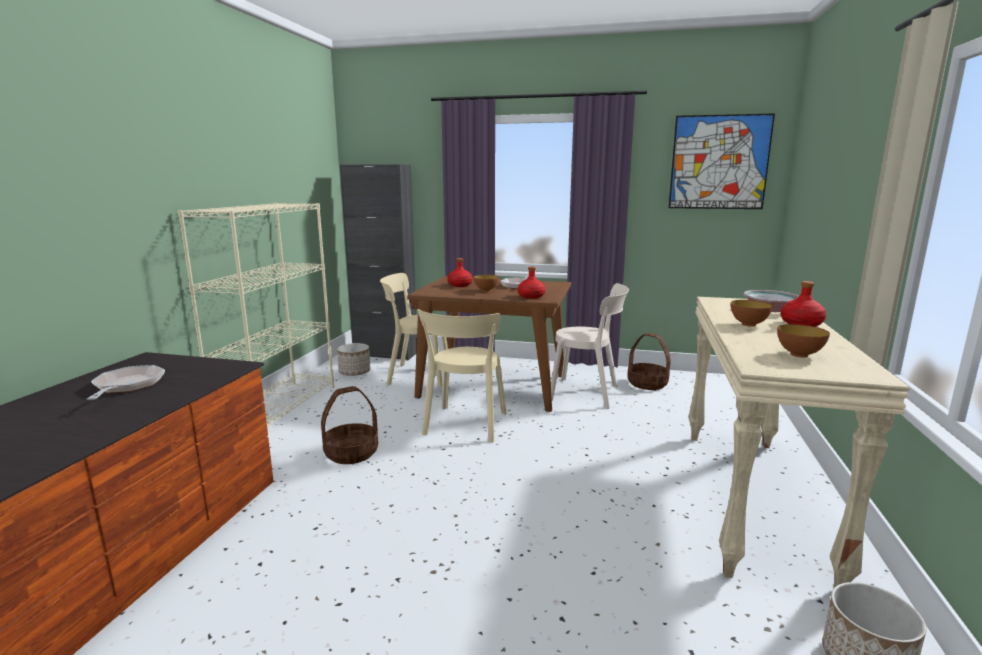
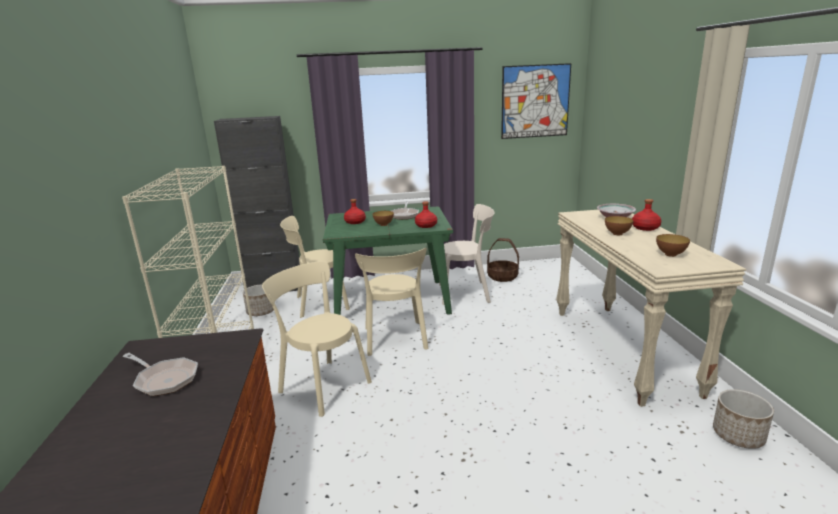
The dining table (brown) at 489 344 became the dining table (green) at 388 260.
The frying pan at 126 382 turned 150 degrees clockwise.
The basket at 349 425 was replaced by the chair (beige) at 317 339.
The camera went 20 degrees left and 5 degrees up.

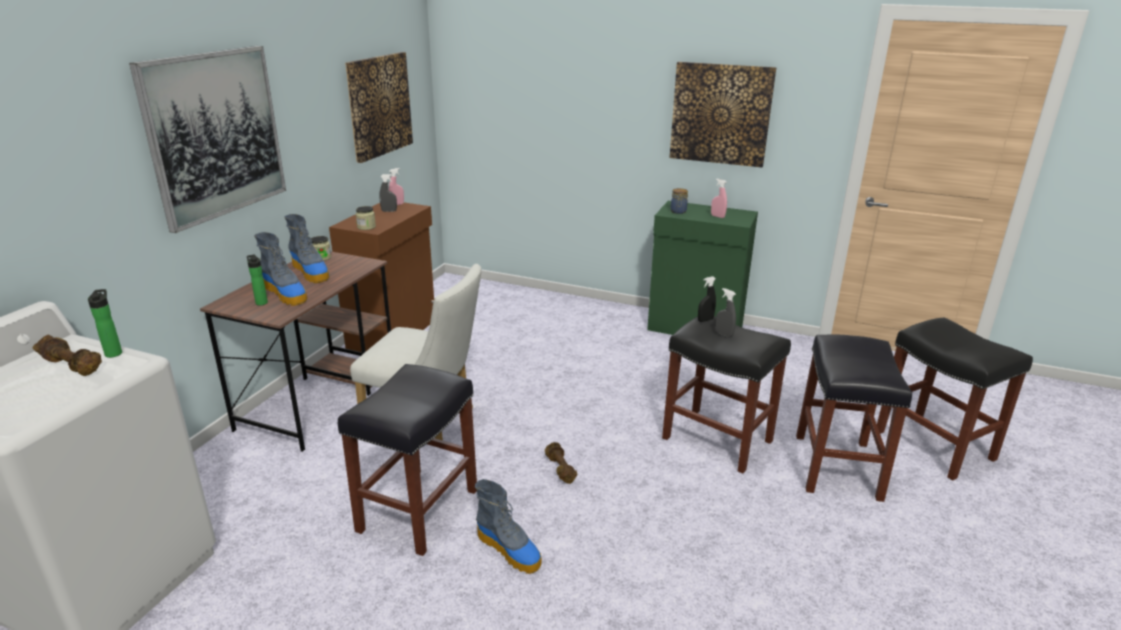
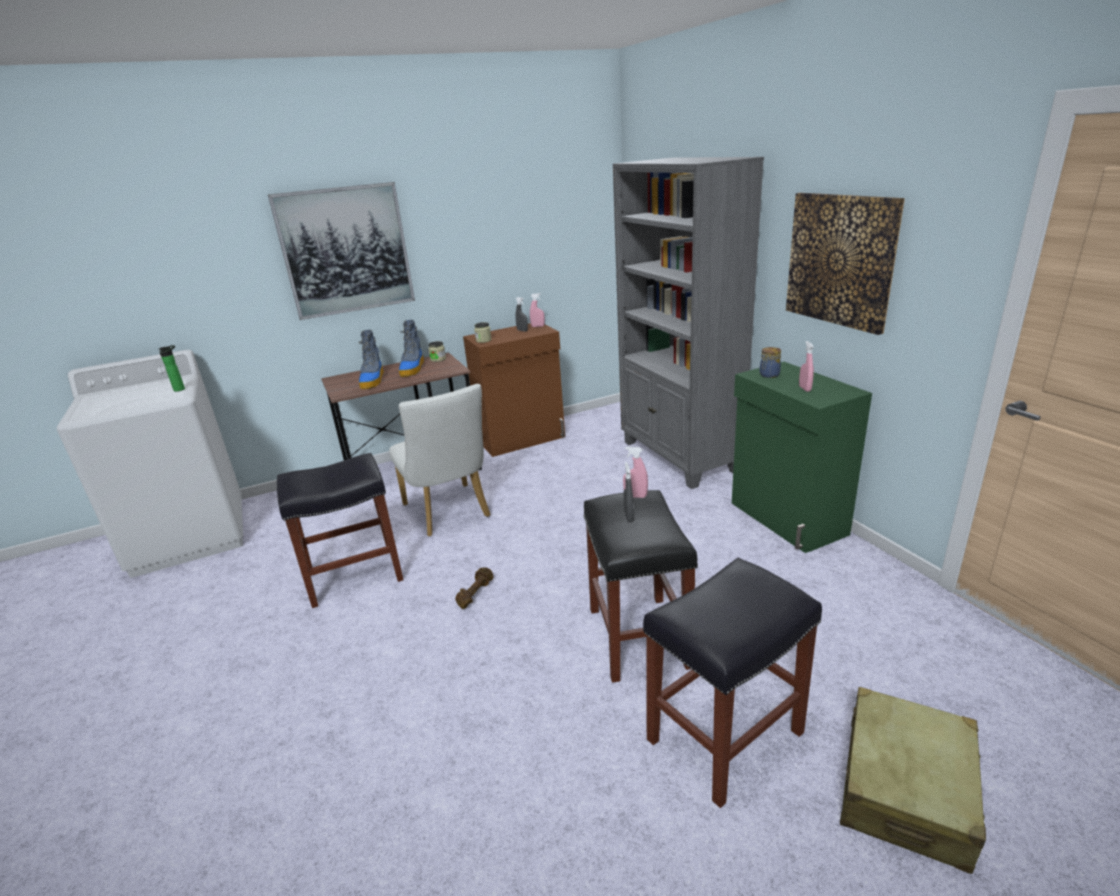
The picture at 379 107 disappeared.
The bottle at 257 280 disappeared.
The spray bottle (black) at 707 299 became the spray bottle (pink) at 635 472.
The stool (black) at 955 399 was replaced by the suitcase (beige) at 913 780.
The dumbbell (brown) at 67 355 disappeared.
The boot at 508 526 disappeared.
The bookcase (grey) at 688 323 appeared.
The camera went 45 degrees right and 0 degrees up.

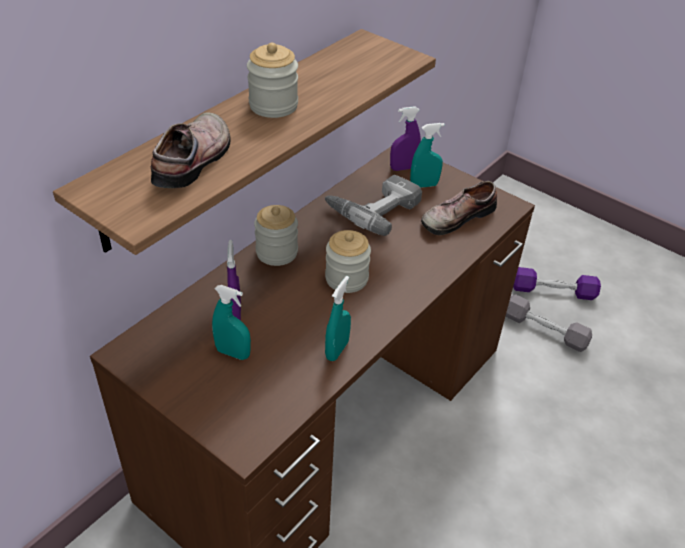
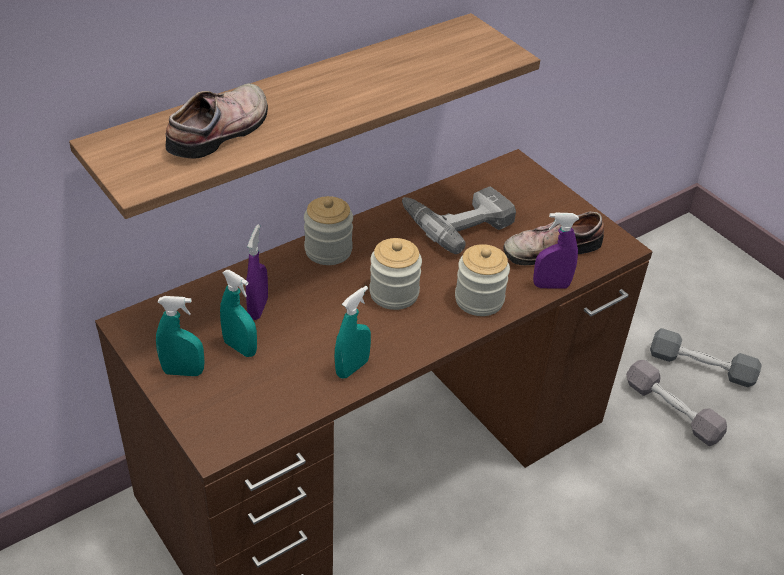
The jar moved from 272 80 to 482 280.
The spray bottle (purple) moved from 405 138 to 556 250.
The spray bottle (turquoise) moved from 427 155 to 180 336.
The dumbbell (purple) at 557 283 became the dumbbell (grey) at 706 357.
The camera went 15 degrees right and 0 degrees up.

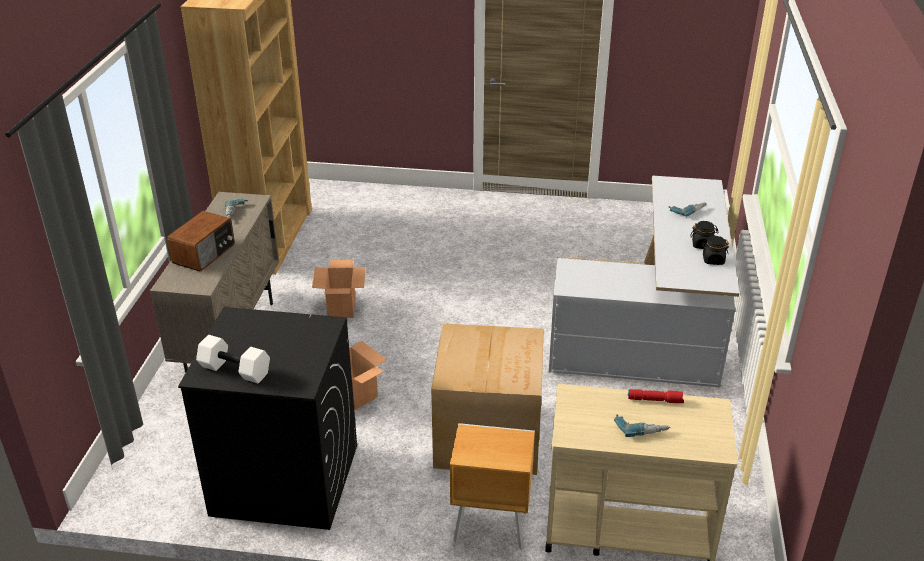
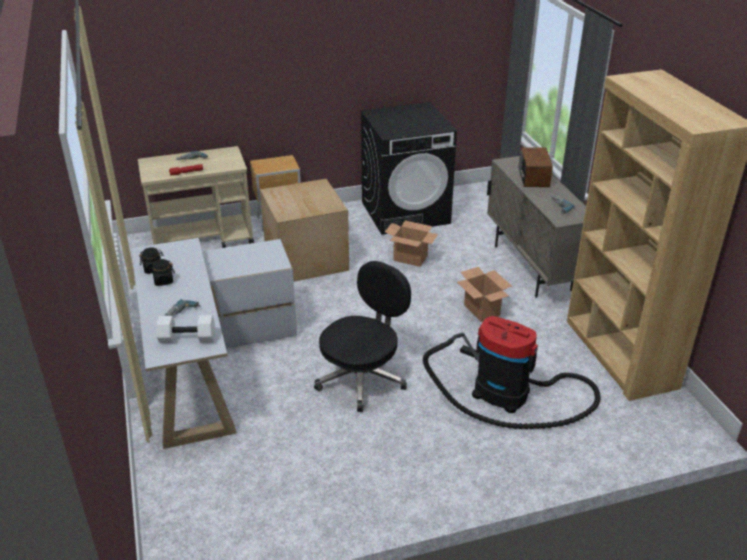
The dumbbell (white) moved from 233 359 to 185 329.
The office chair (black) at 362 336 appeared.
The vacuum cleaner at 512 372 appeared.
The camera went 155 degrees right and 0 degrees up.

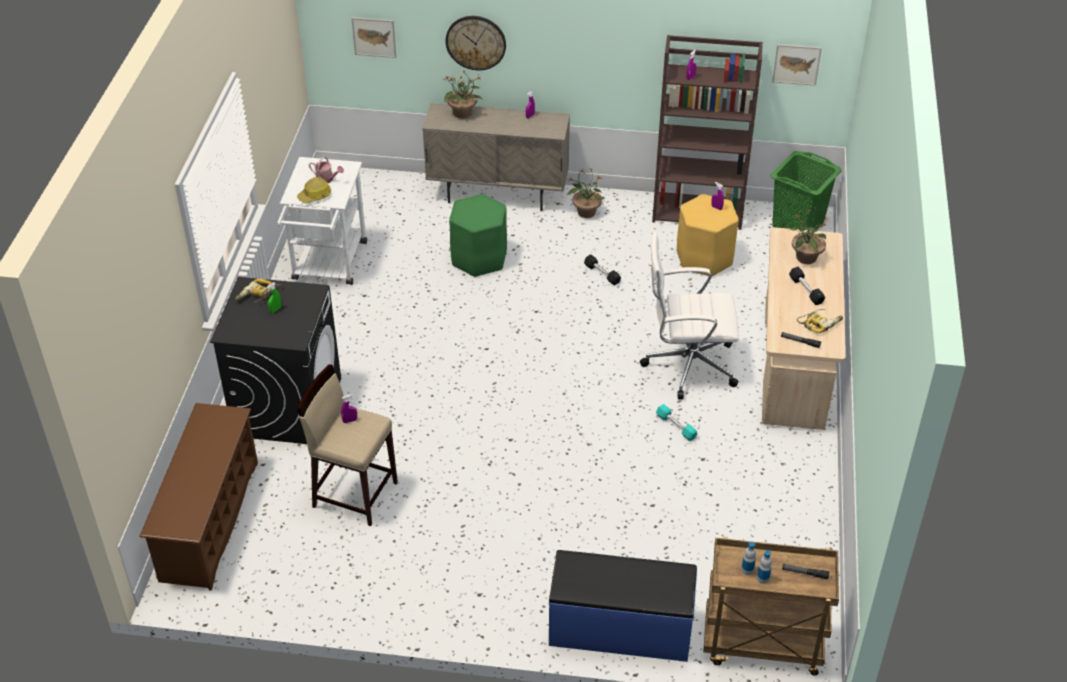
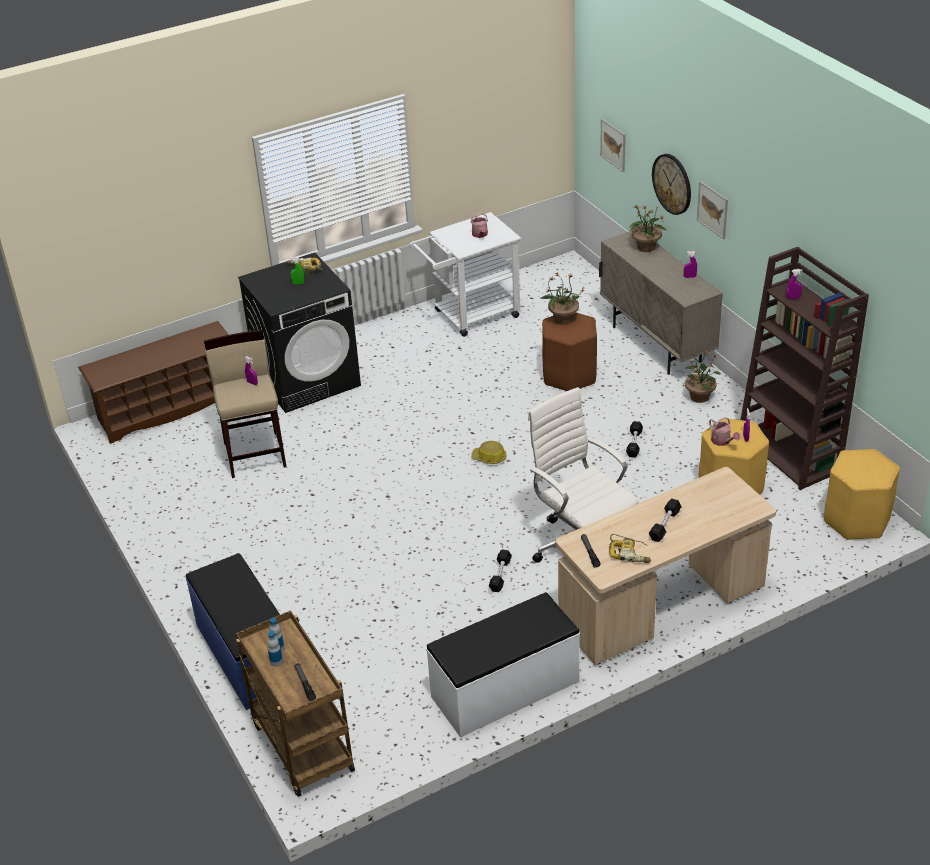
The picture moved from 797 65 to 712 210.
The laundry basket (green) at 806 190 was replaced by the stool (yellow) at 862 494.
The hard hat moved from 314 190 to 489 452.
The stool (green) at 478 235 became the stool (brown) at 569 351.
The potted plant moved from 808 236 to 562 299.
The dumbbell (turquoise) at 676 422 became the dumbbell (black) at 500 570.
The watering can at 724 431 appeared.
The bench (white) at 503 664 appeared.
The camera went 55 degrees right and 5 degrees down.

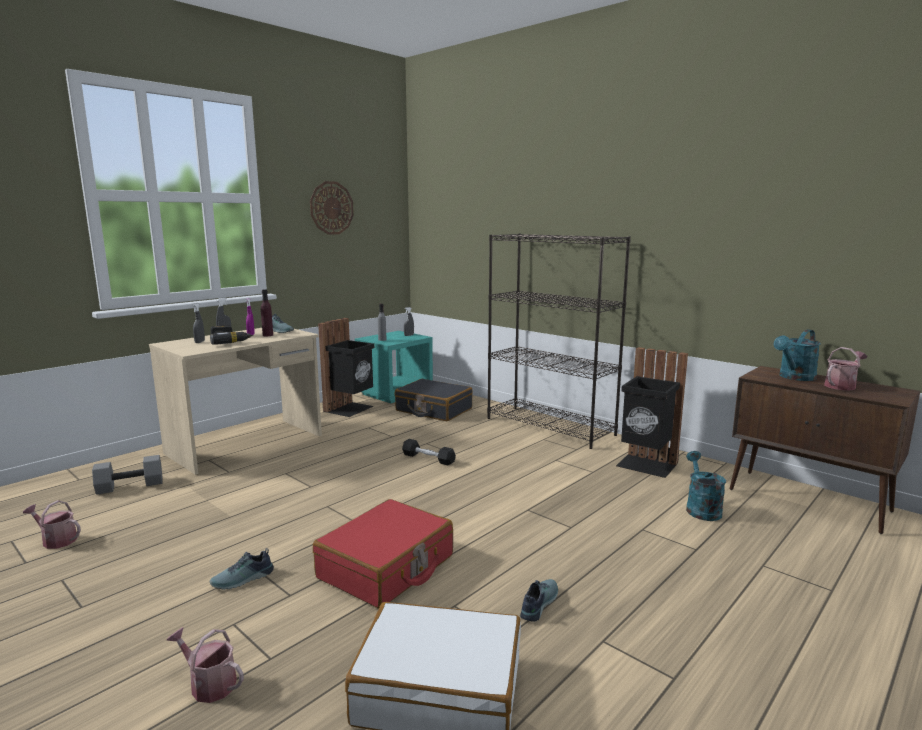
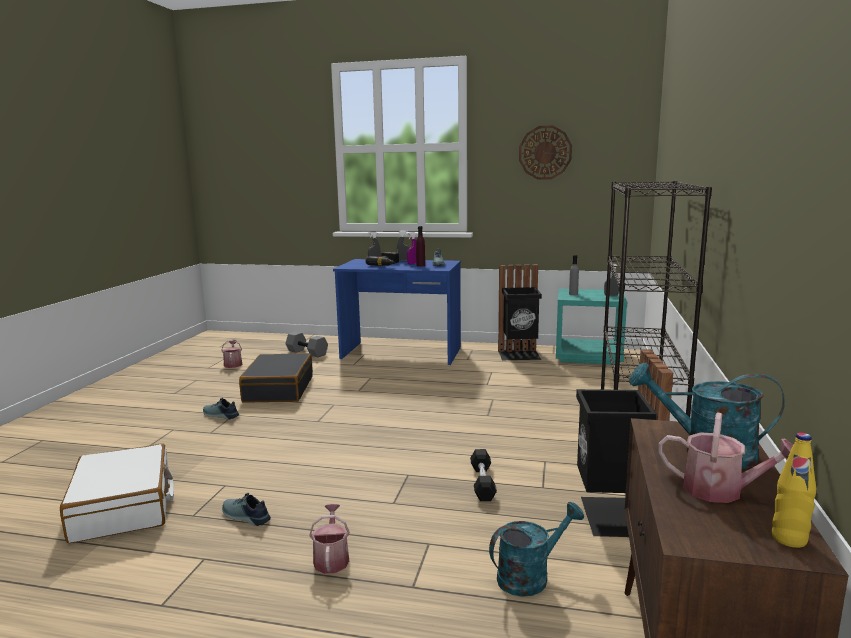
The desk (beige) at 235 401 became the desk (blue) at 397 312.
The suitcase (black) moved from 433 400 to 276 378.
The dumbbell (black) moved from 429 452 to 483 475.
The suitcase (red) at 383 554 disappeared.
The shoe at 539 600 turned 150 degrees counterclockwise.
The watering can moved from 205 665 to 329 539.
The bottle (yellow) at 794 490 appeared.
The camera went 60 degrees right and 0 degrees up.

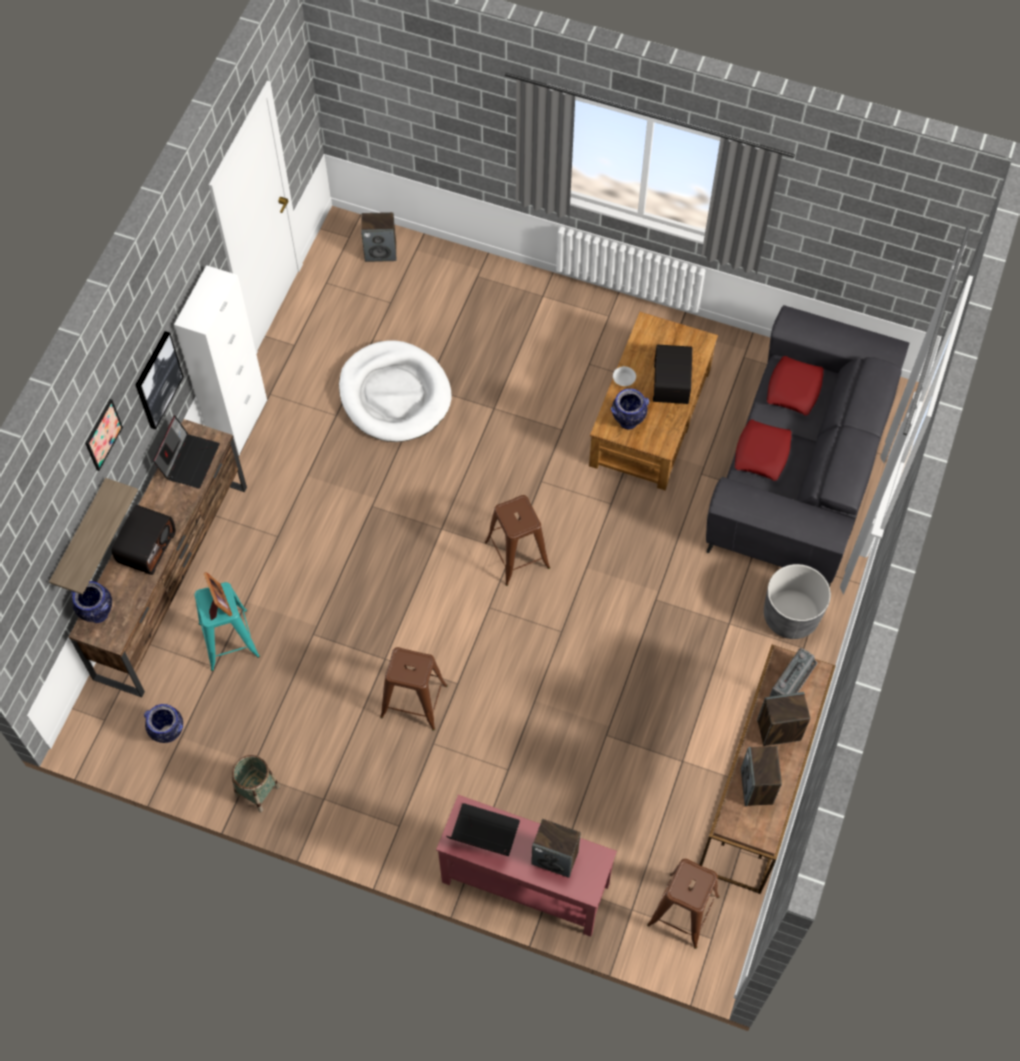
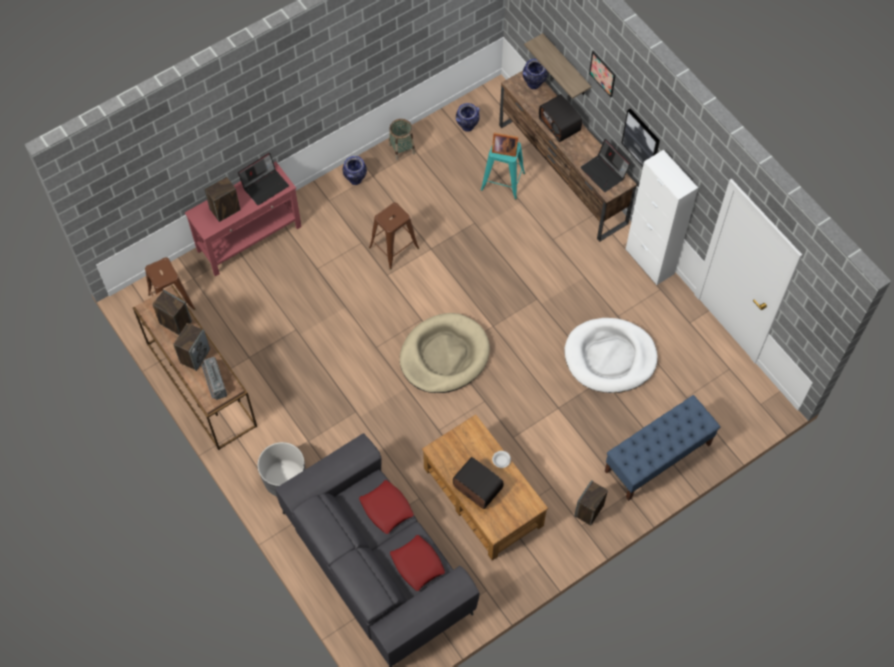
The speaker moved from 379 237 to 591 503.
The vase moved from 629 409 to 355 170.
The stool (brown) at 517 540 was replaced by the dog bed (beige) at 445 353.
The bench (blue) at 662 448 appeared.
The camera went 125 degrees right and 0 degrees up.

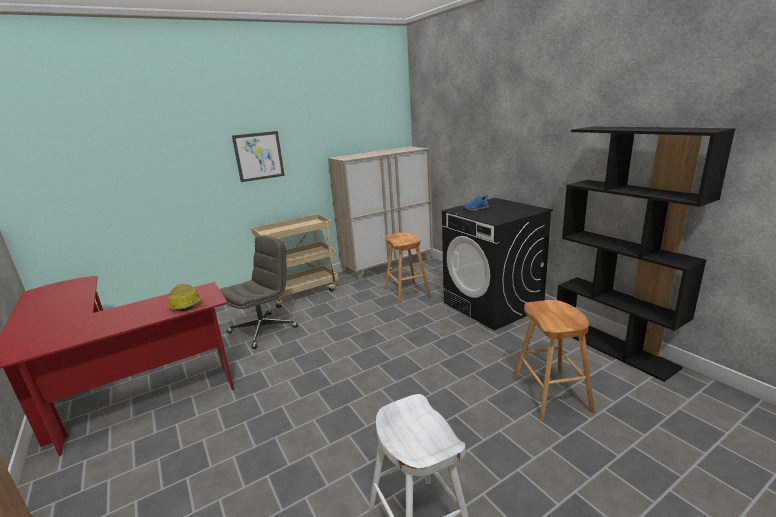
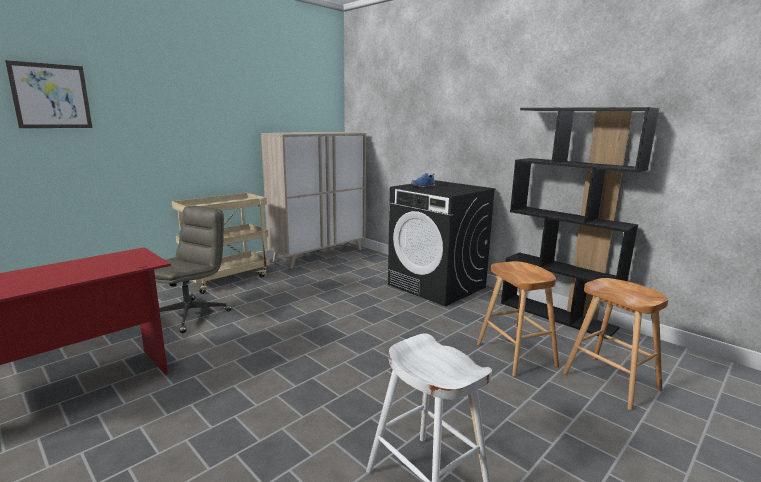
The picture moved from 258 156 to 48 94.
The stool (brown) moved from 408 268 to 616 344.
The hard hat at 184 297 disappeared.
The camera went 15 degrees left and 5 degrees down.

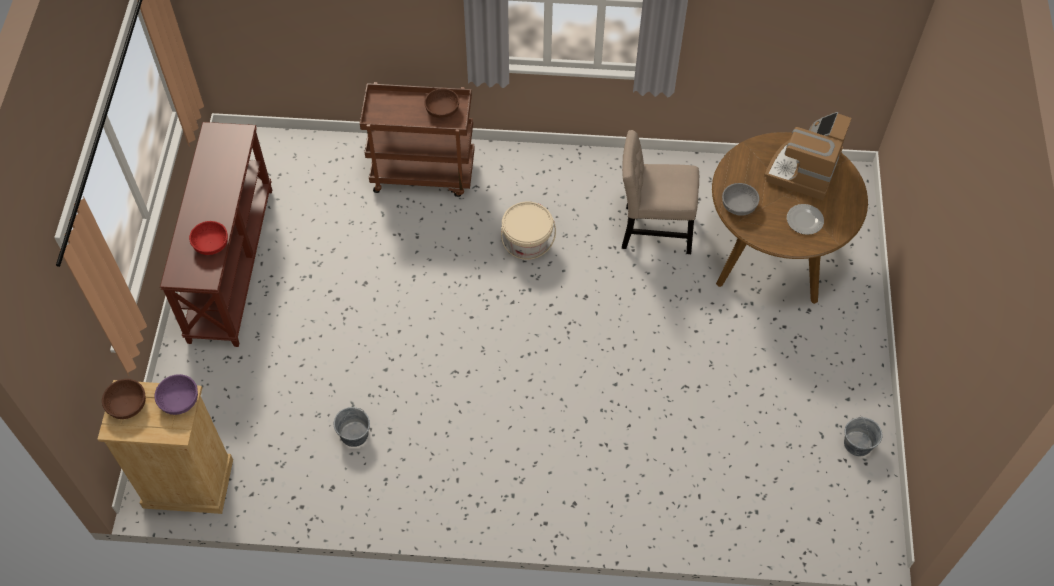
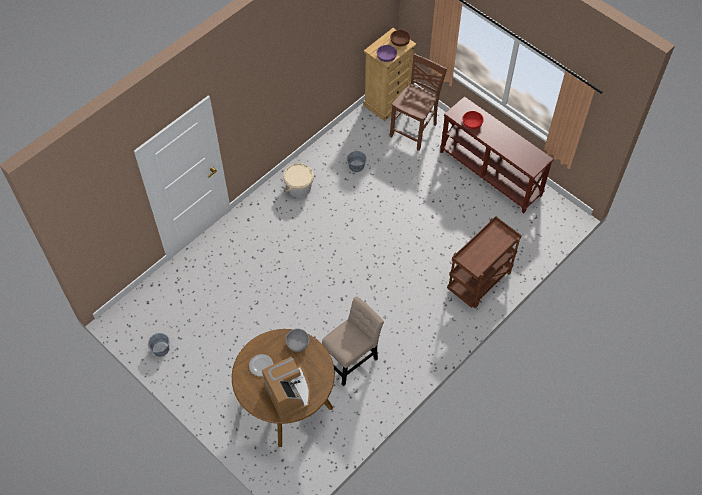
The bowl (brown) at 441 103 disappeared.
The bucket (beige) moved from 528 231 to 298 180.
The chair (brown) at 418 102 appeared.
The camera went 130 degrees right and 0 degrees up.

